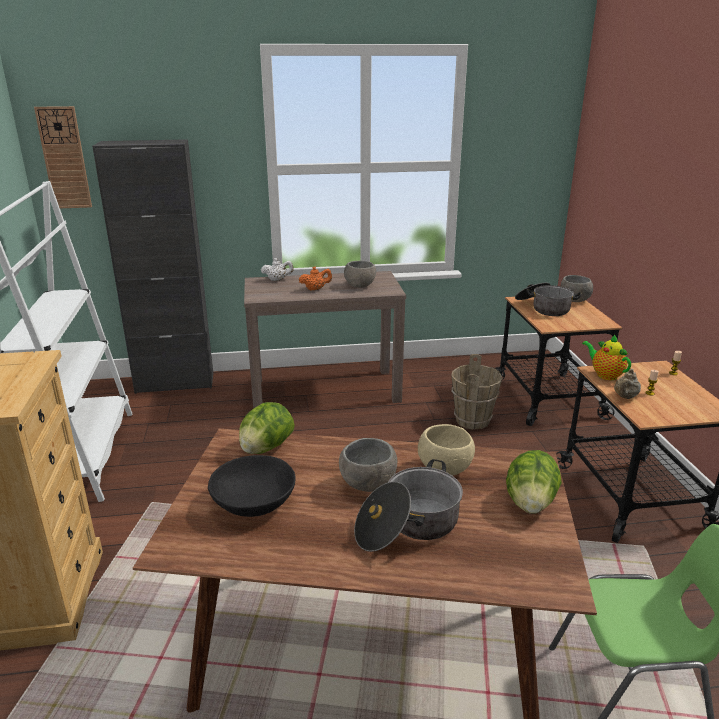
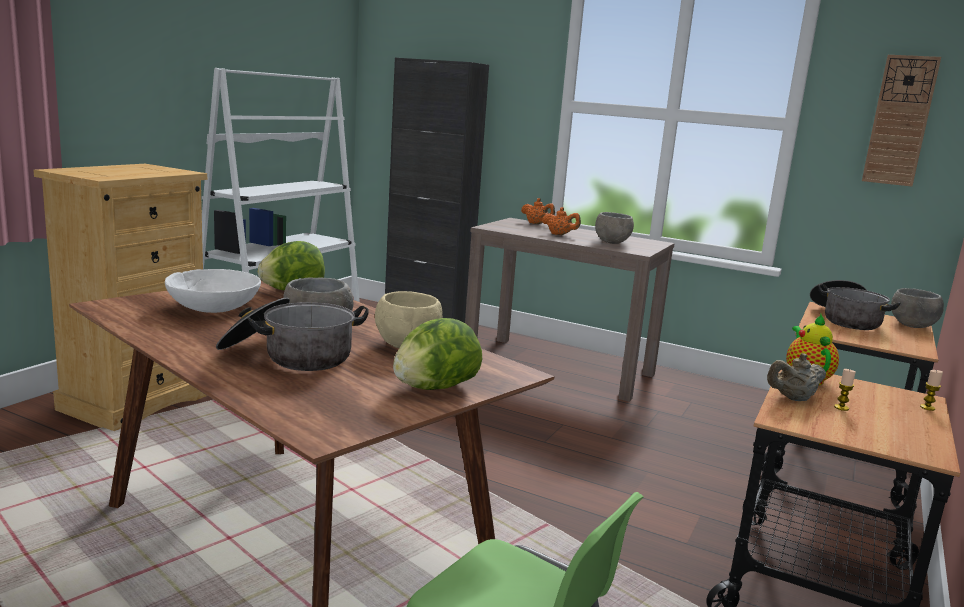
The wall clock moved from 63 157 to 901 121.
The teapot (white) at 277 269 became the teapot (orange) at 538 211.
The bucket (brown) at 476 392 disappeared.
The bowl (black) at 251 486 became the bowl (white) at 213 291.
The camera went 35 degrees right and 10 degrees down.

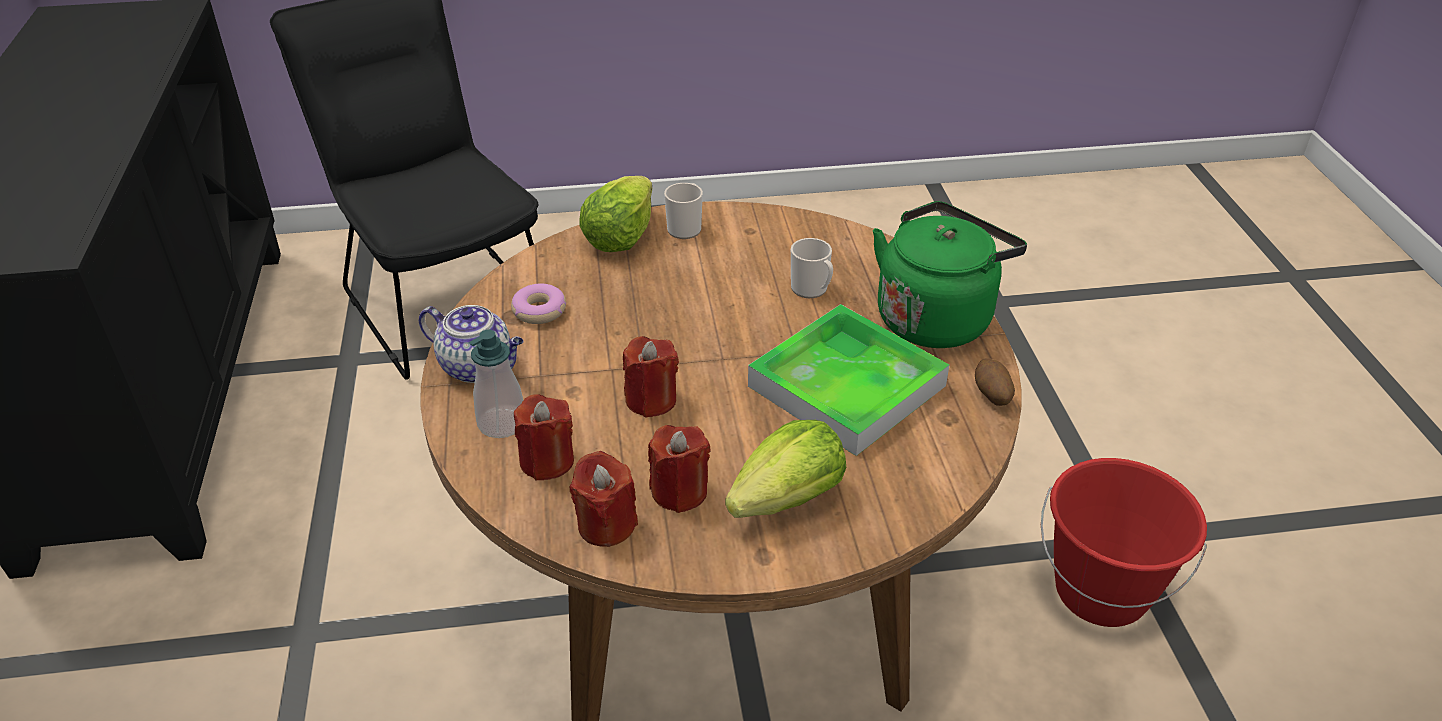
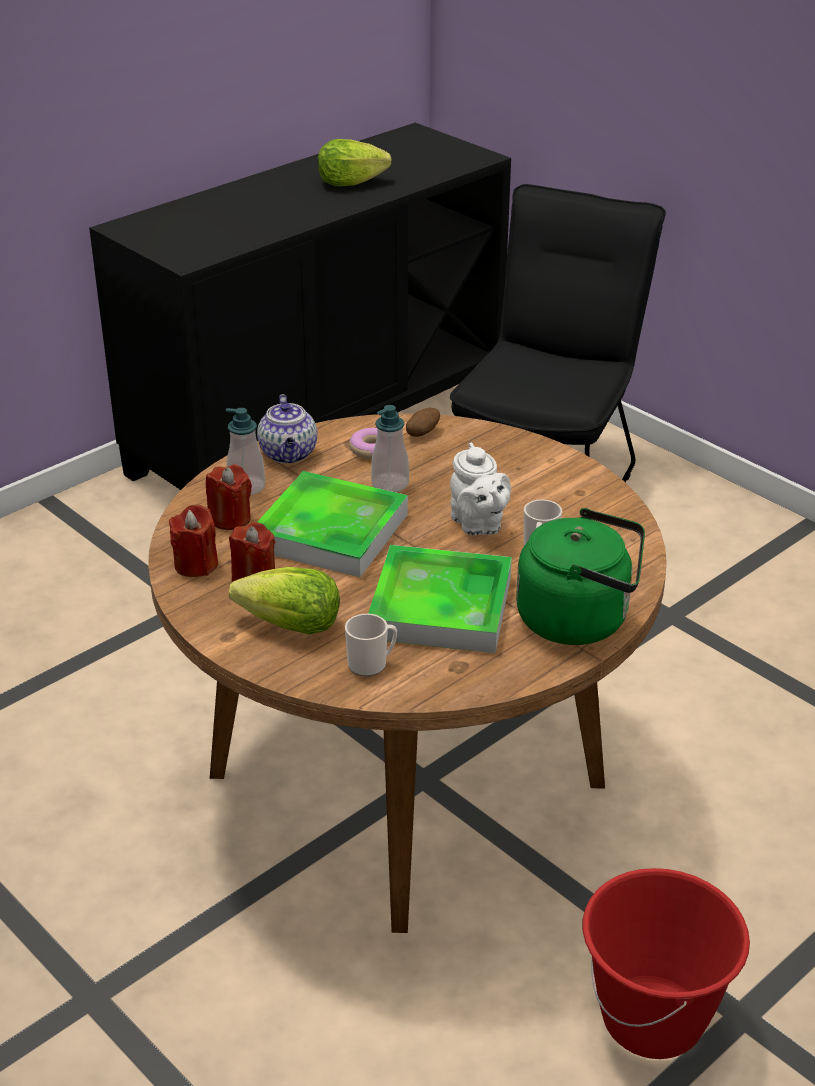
The lettuce moved from 616 214 to 355 162.
The mug moved from 683 211 to 371 645.
The candle (red) at 651 377 was replaced by the tray at 333 524.
The potato moved from 995 382 to 423 422.
The soap dispenser at 390 449 appeared.
The teapot (white) at 480 488 appeared.
The camera went 55 degrees right and 5 degrees down.

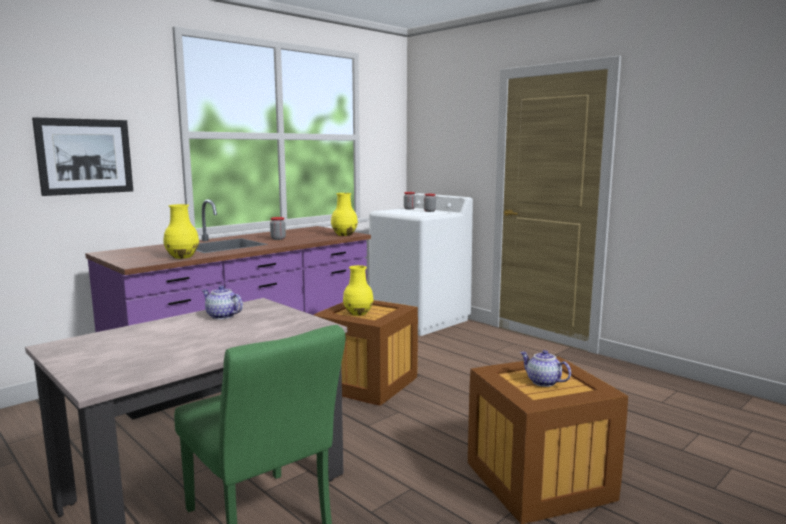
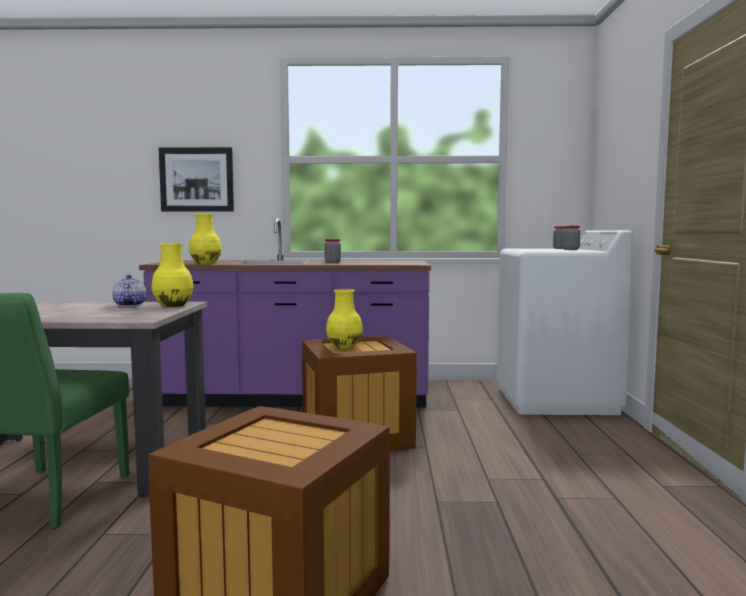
The vase (yellow) moved from 344 214 to 173 275.
The teapot at 545 368 disappeared.
The camera went 45 degrees right and 5 degrees down.

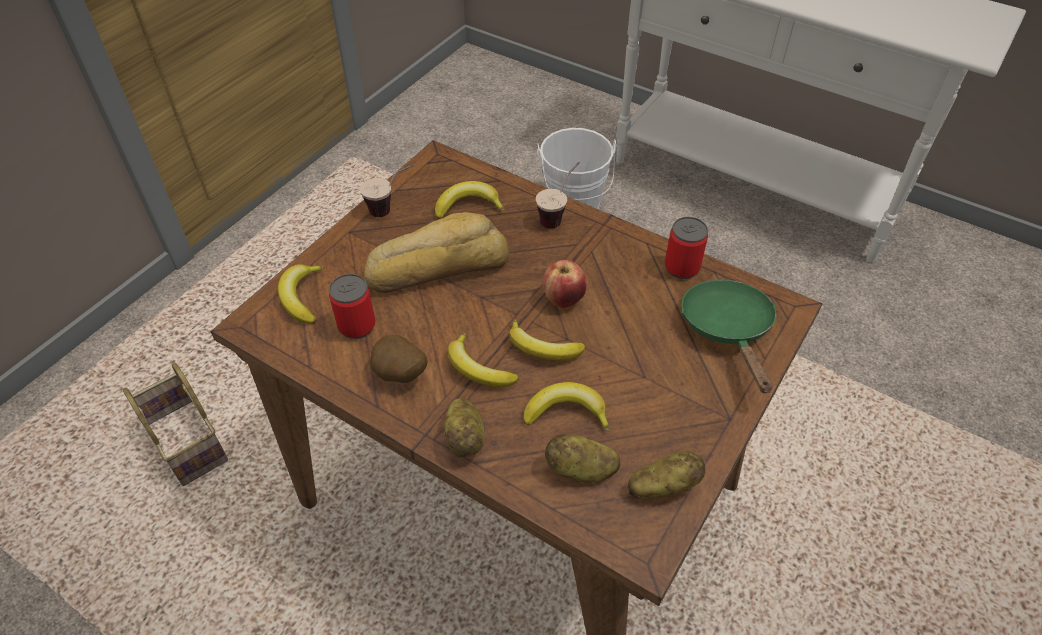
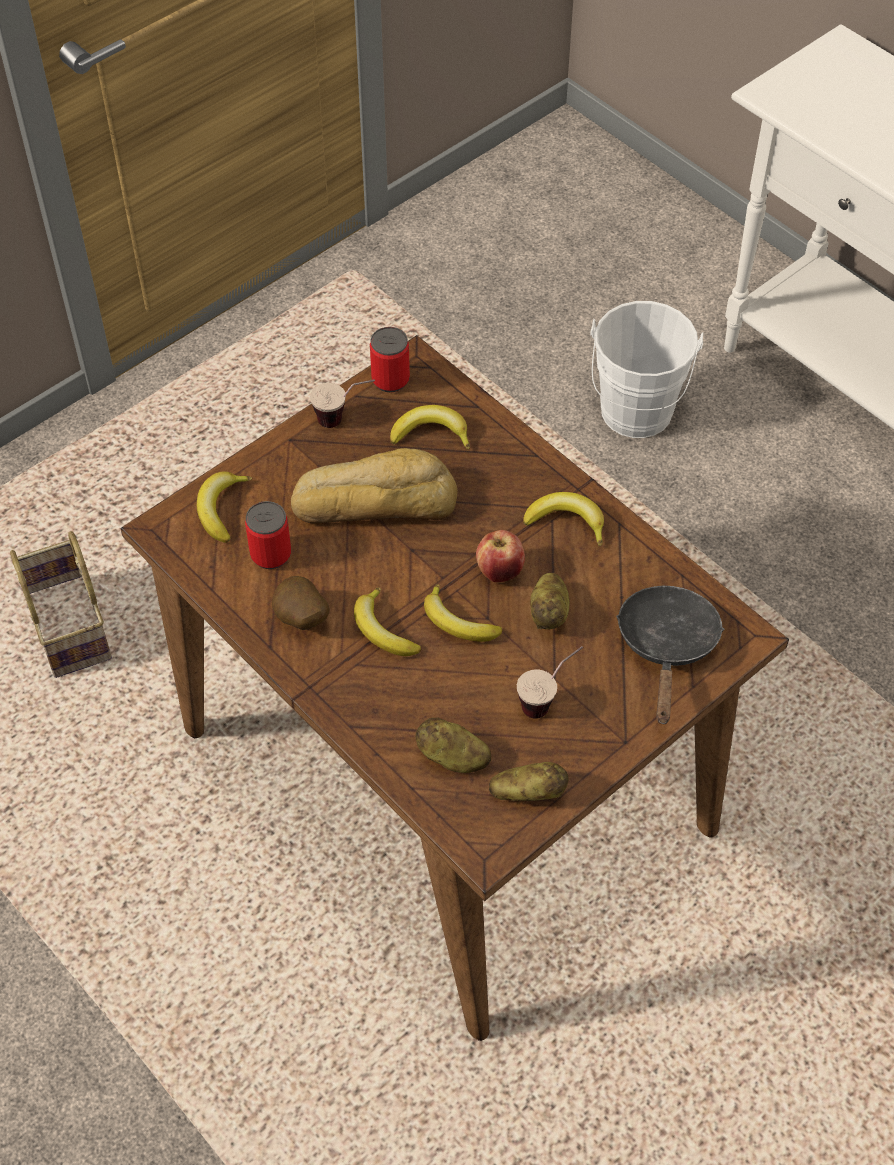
The cup moved from 558 195 to 550 682.
The can moved from 686 248 to 390 359.
The frying pan (green) at 729 336 became the frying pan (black) at 670 655.
The banana moved from 567 406 to 563 519.
The potato moved from 464 428 to 550 601.
The camera went 15 degrees right and 5 degrees up.

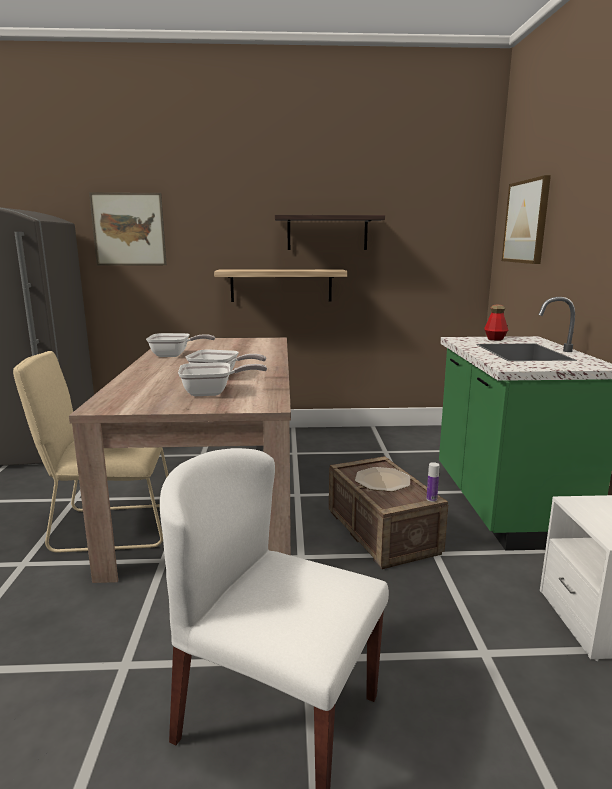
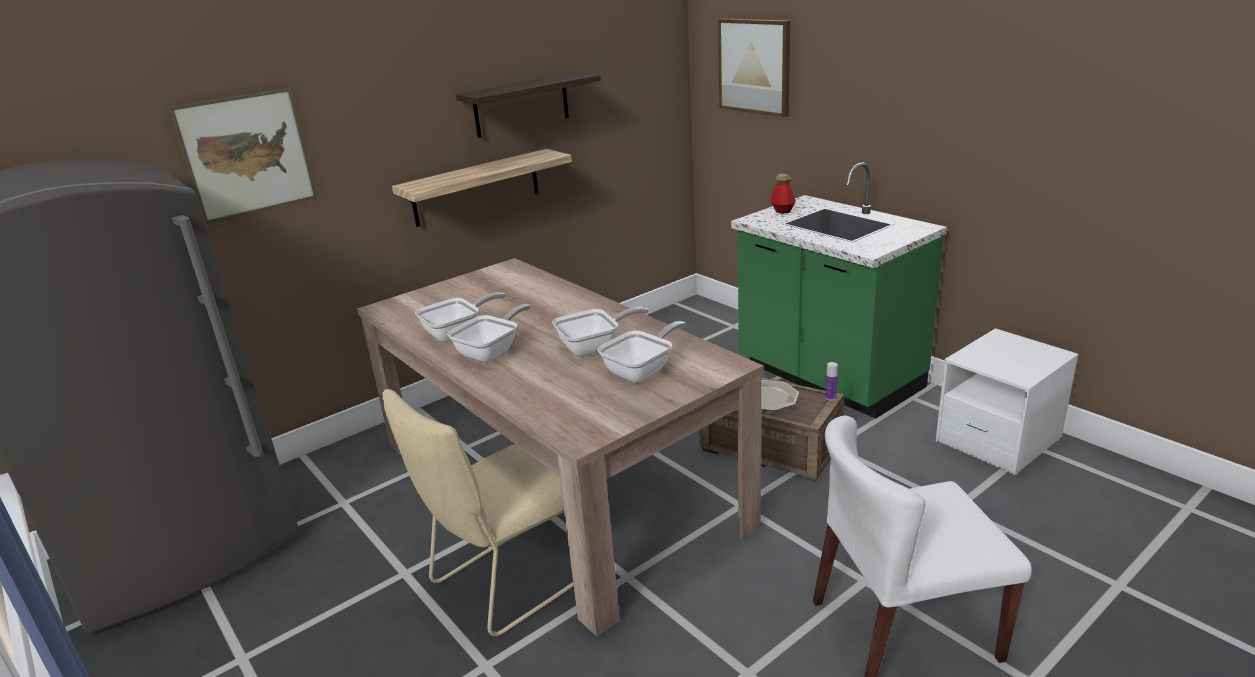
The frying pan at 489 333 appeared.
The camera went 35 degrees left and 10 degrees up.

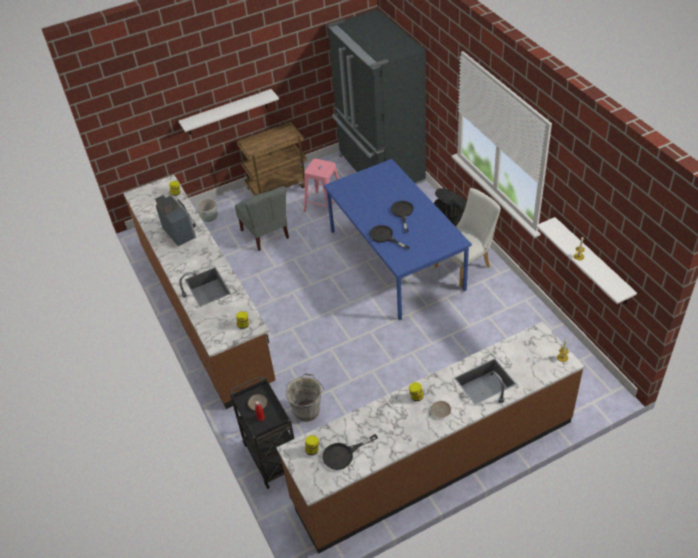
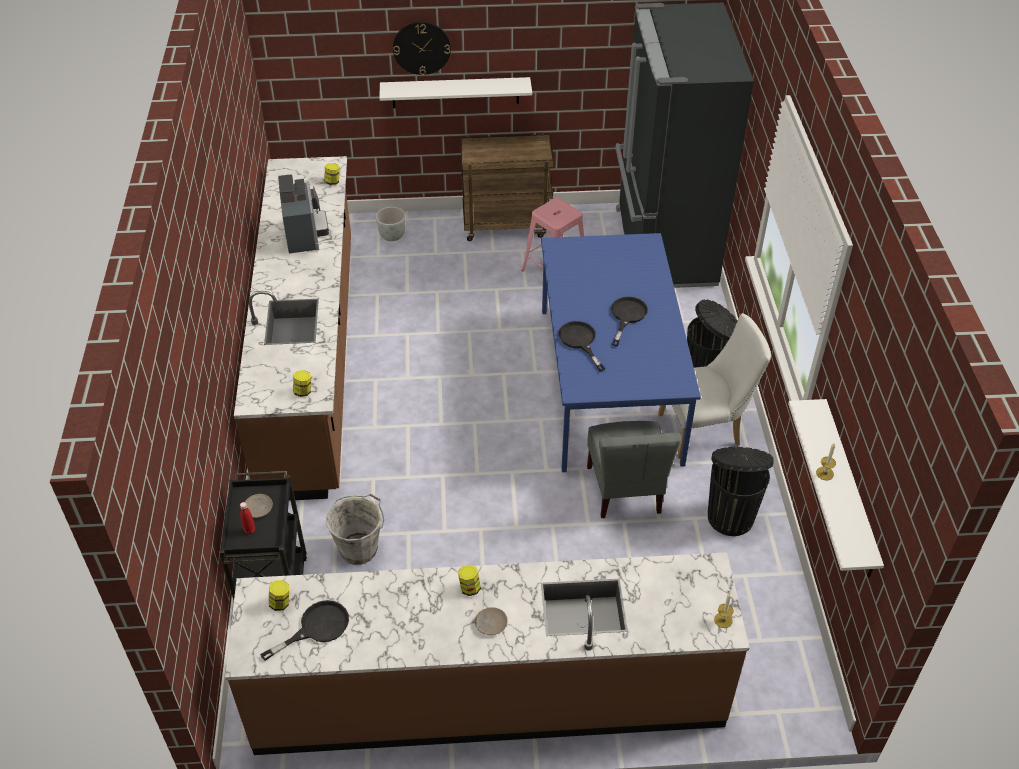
The chair (grey) moved from 262 218 to 634 469.
The frying pan (black) at 350 452 turned 150 degrees clockwise.
The wall clock at 422 48 appeared.
The trash can (black) at 740 491 appeared.
The camera went 20 degrees right and 0 degrees up.

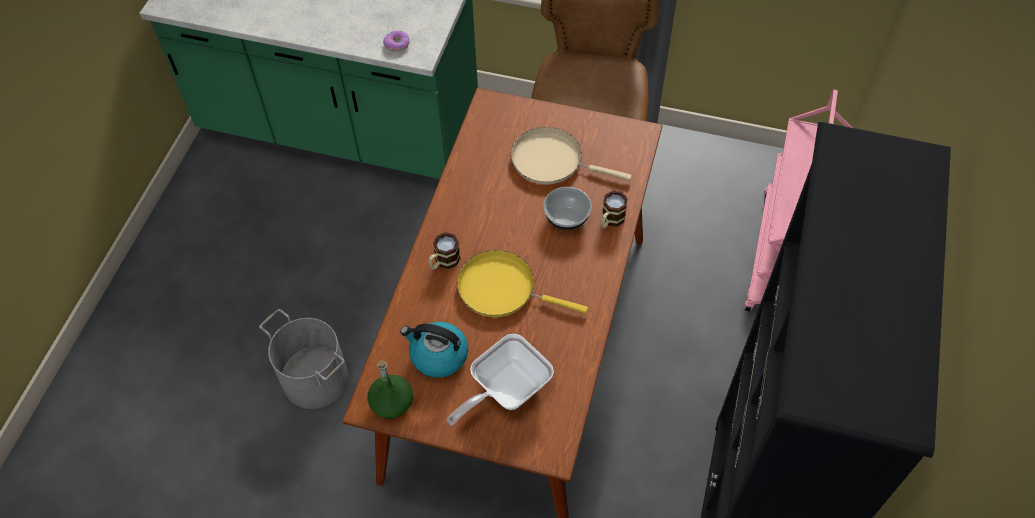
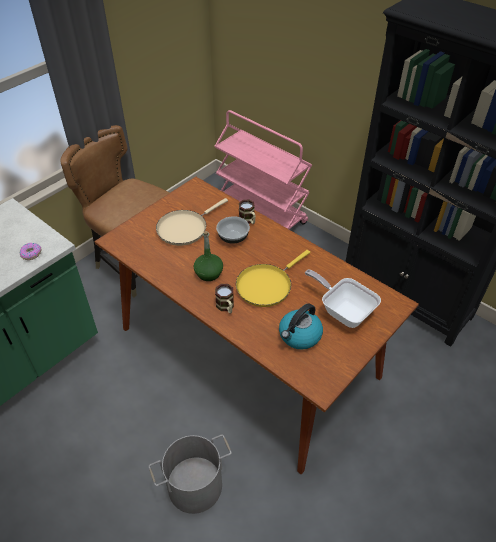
The frying pan at 500 379 turned 150 degrees clockwise.
The bottle (green) moved from 390 389 to 208 256.
The camera went 65 degrees left and 10 degrees down.

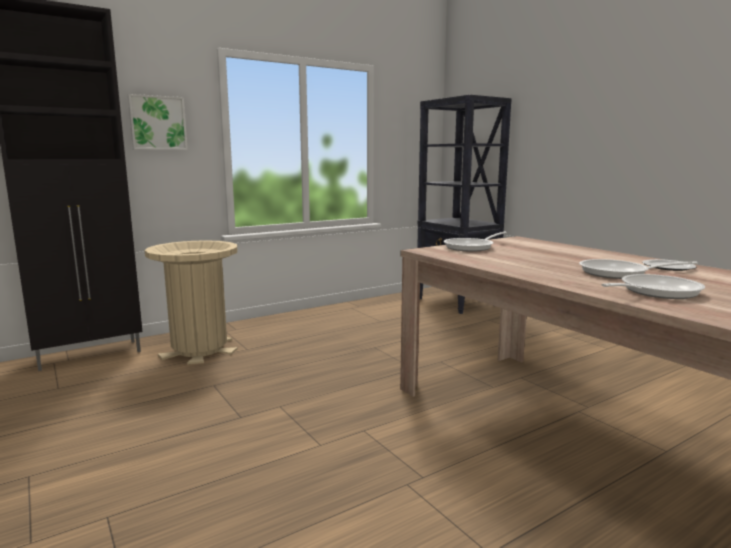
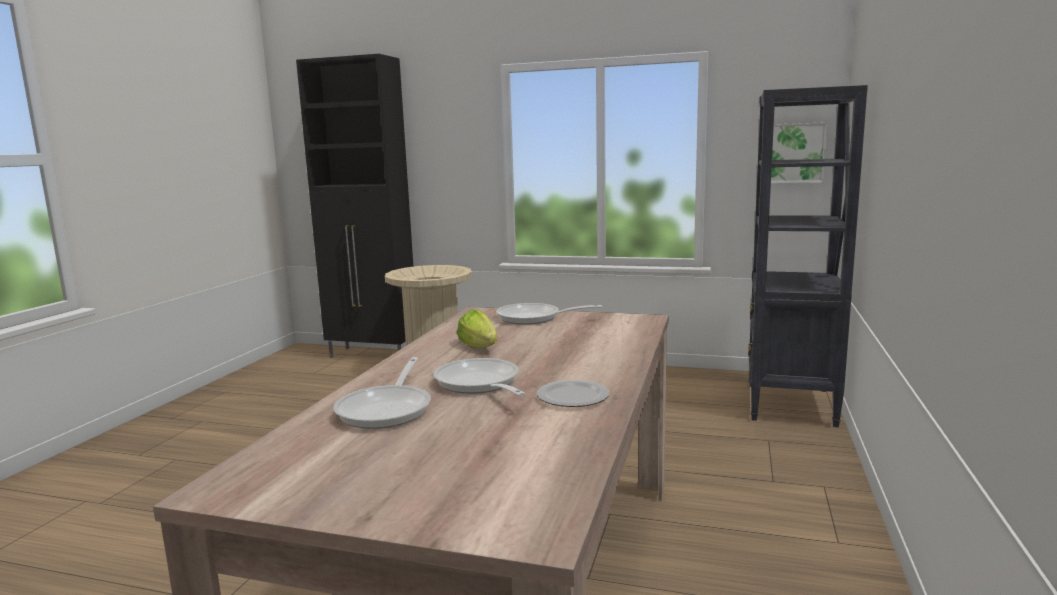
The picture moved from 158 122 to 799 152.
The frying pan at 653 286 turned 75 degrees clockwise.
The lettuce at 477 328 appeared.
The camera went 50 degrees right and 0 degrees up.

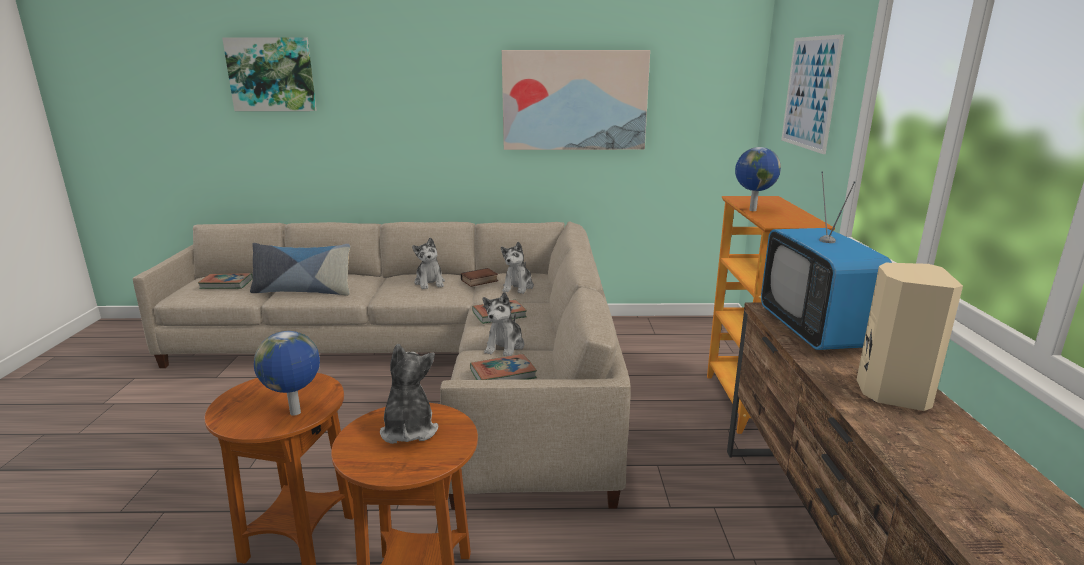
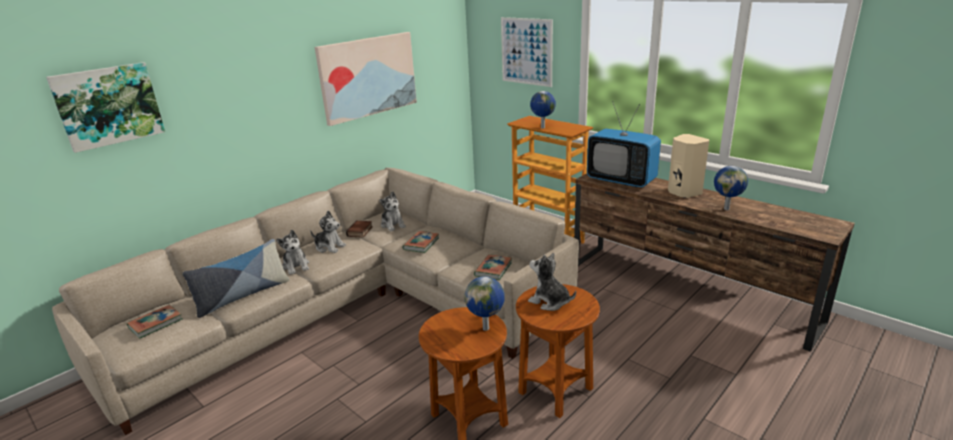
The plush toy moved from 503 324 to 292 252.
The globe at 731 188 appeared.
The camera went 45 degrees left and 5 degrees up.

